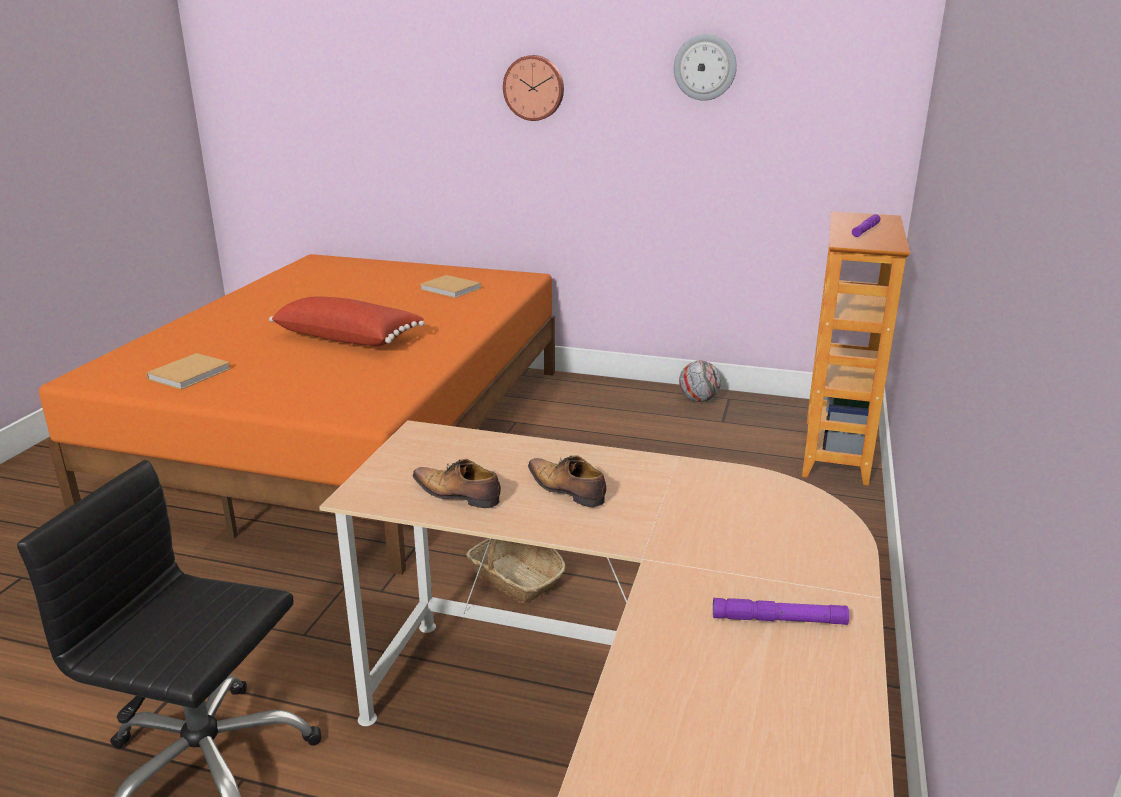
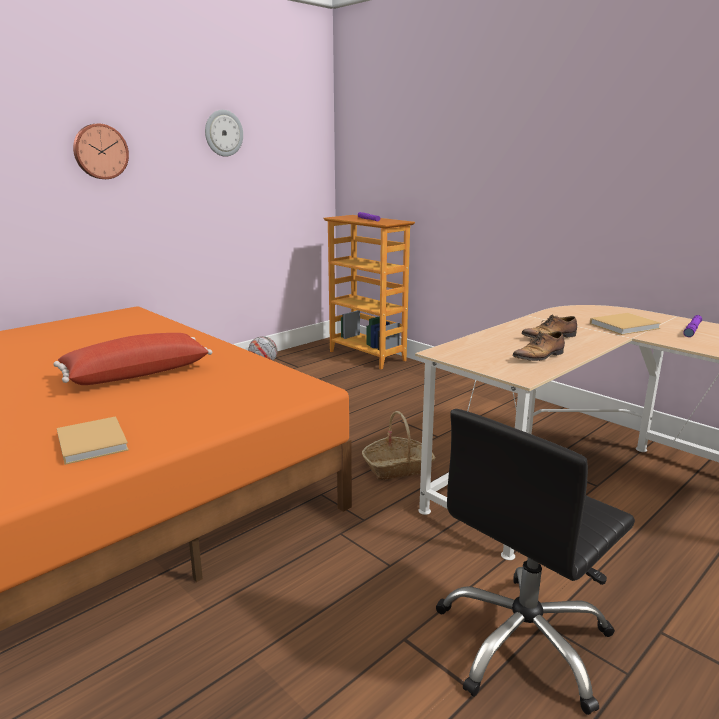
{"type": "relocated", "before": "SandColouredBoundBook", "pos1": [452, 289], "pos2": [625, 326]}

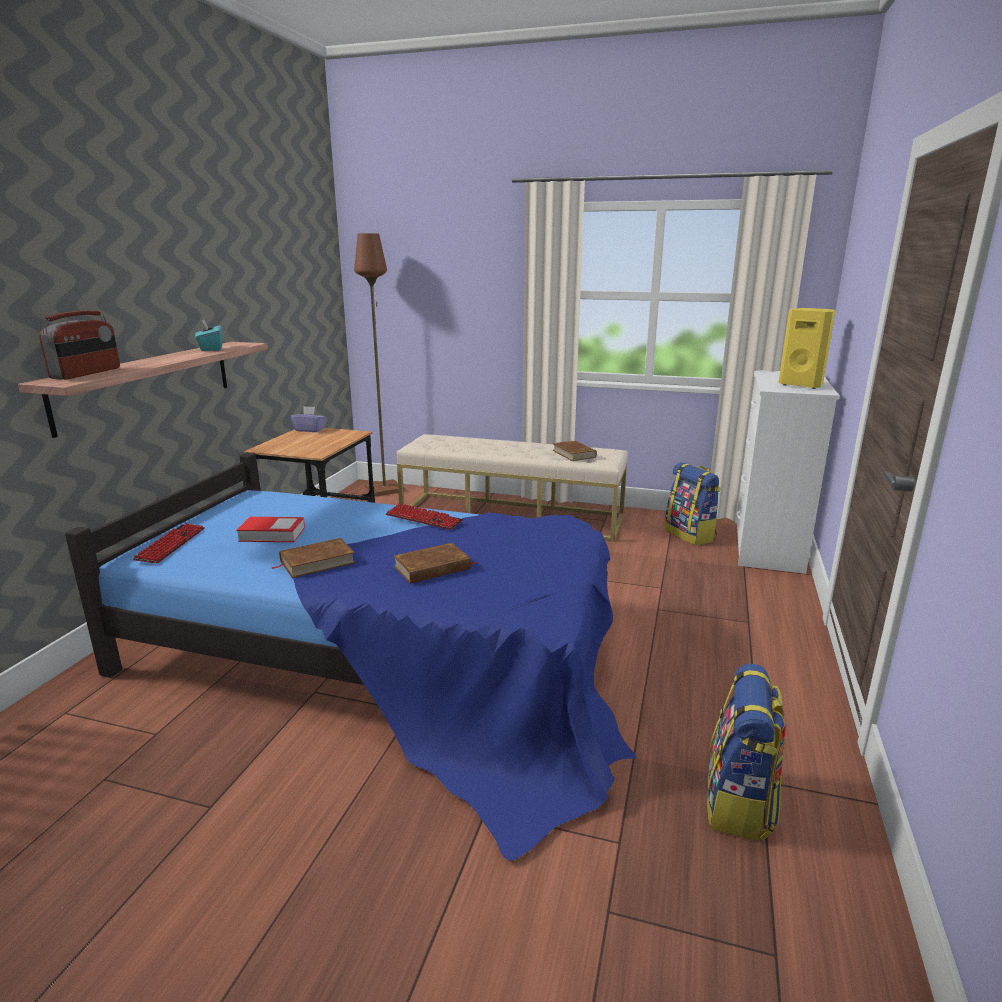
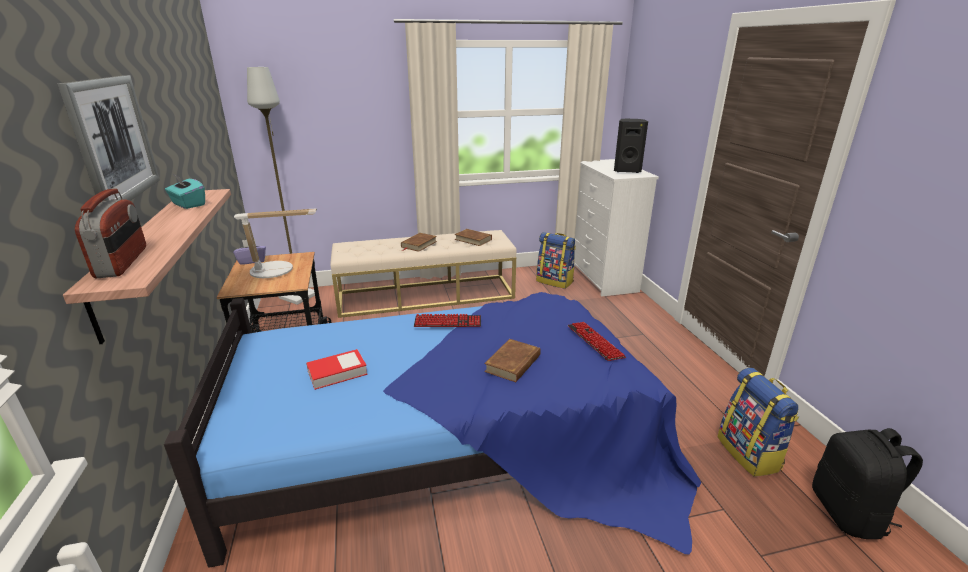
{"type": "colour", "before": "BrownishFloorLamp", "after": "GrayFloorLamp", "pos1": [385, 489], "pos2": [298, 296]}
{"type": "colour", "before": "YellowishLoudspeaker", "after": "BlackLoudspeaker", "pos1": [802, 385], "pos2": [626, 170]}
{"type": "relocated", "before": "ComputerKeyboard", "pos1": [171, 544], "pos2": [595, 342]}
{"type": "relocated", "before": "BrownishBoundBook", "pos1": [317, 562], "pos2": [419, 244]}
{"type": "appeared", "after": "WallPicture", "pos2": [113, 140]}
{"type": "appeared", "after": "LampForATable", "pos2": [277, 271]}
{"type": "appeared", "after": "BlackKnapsack", "pos2": [849, 514]}

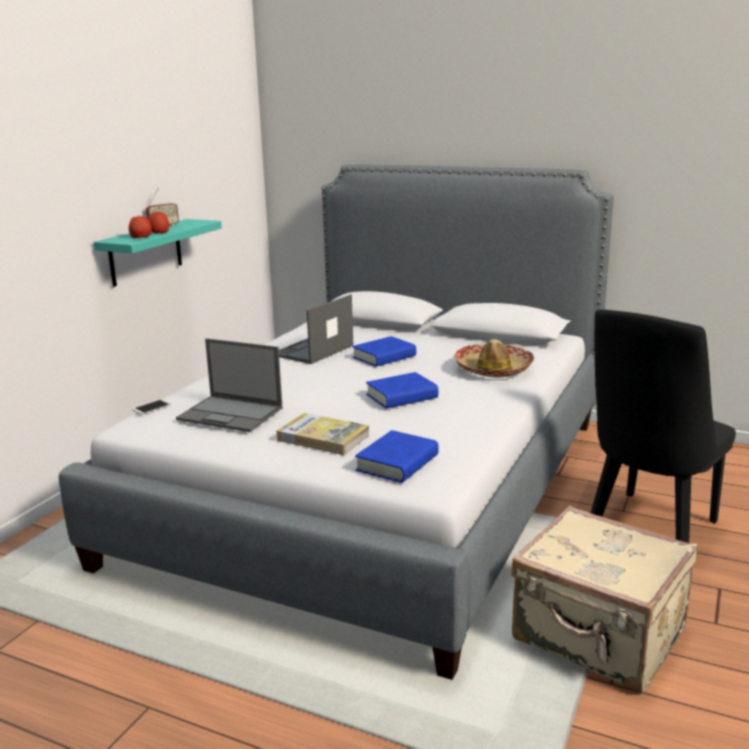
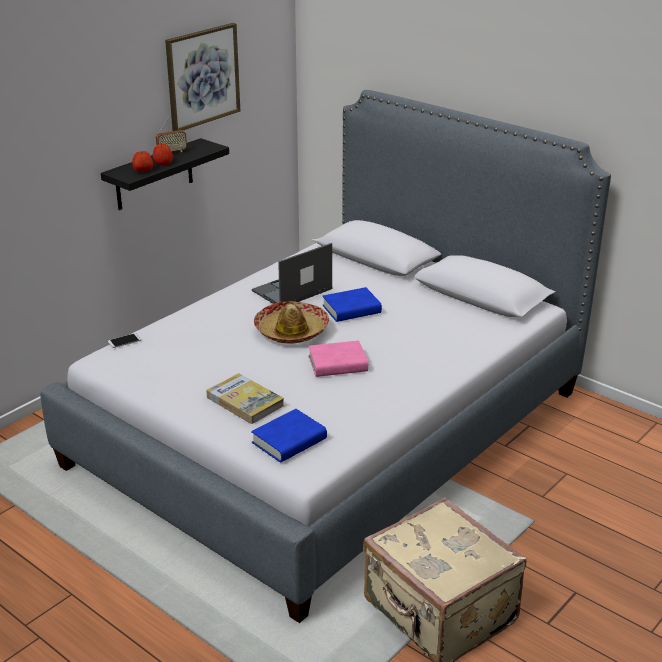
{"type": "colour", "before": "TurquoiseColouredBracketShelf", "after": "BlackBracketShelf", "pos1": [145, 252], "pos2": [154, 175]}
{"type": "missing", "before": "BlackUprightChair", "pos1": [648, 529]}
{"type": "missing", "before": "PortableComputer", "pos1": [231, 414]}
{"type": "relocated", "before": "ClothingHat", "pos1": [493, 369], "pos2": [291, 331]}
{"type": "colour", "before": "BluishBoundBook", "after": "PinkColouredBoundBook", "pos1": [401, 396], "pos2": [337, 364]}
{"type": "appeared", "after": "WallPicture", "pos2": [202, 76]}

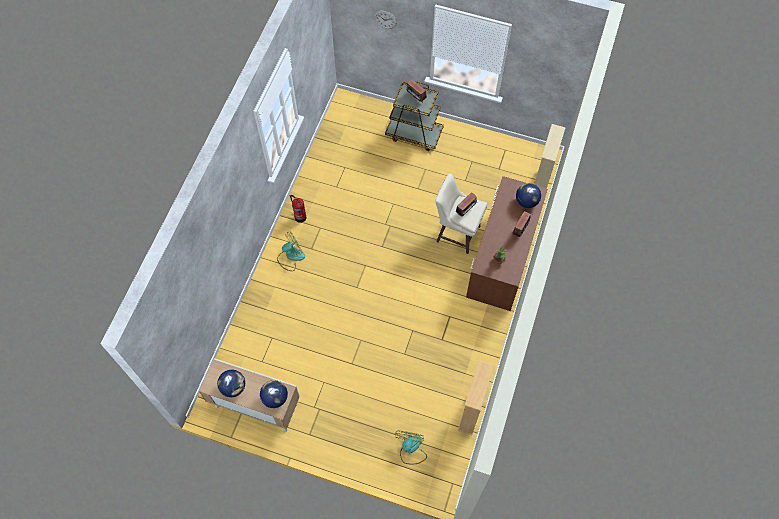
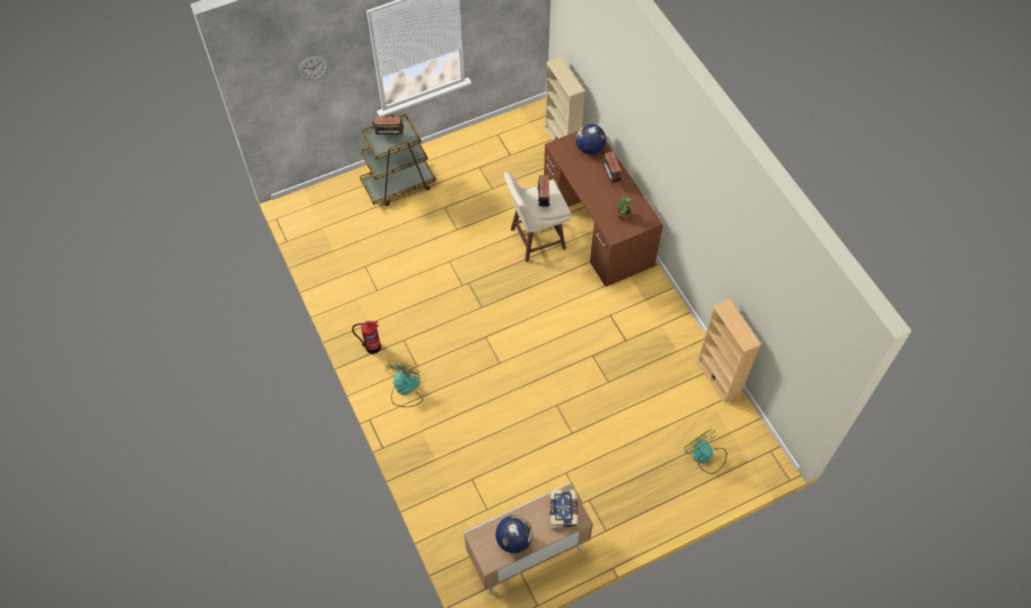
{"type": "exchanged", "before": "WorldGlobe", "after": "BoundBook", "pos1": [275, 398], "pos2": [563, 511]}

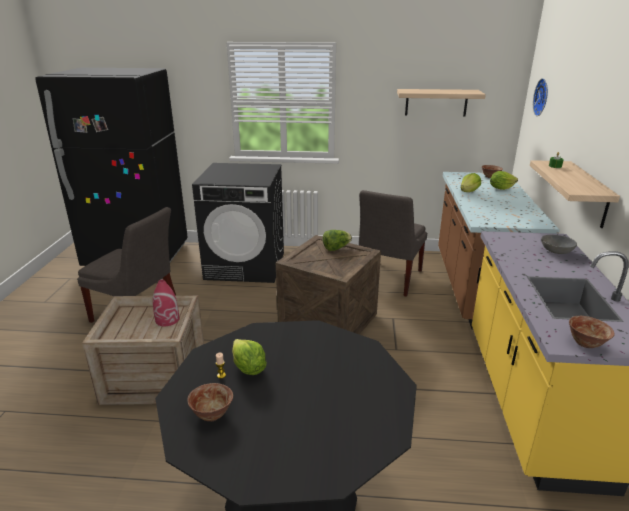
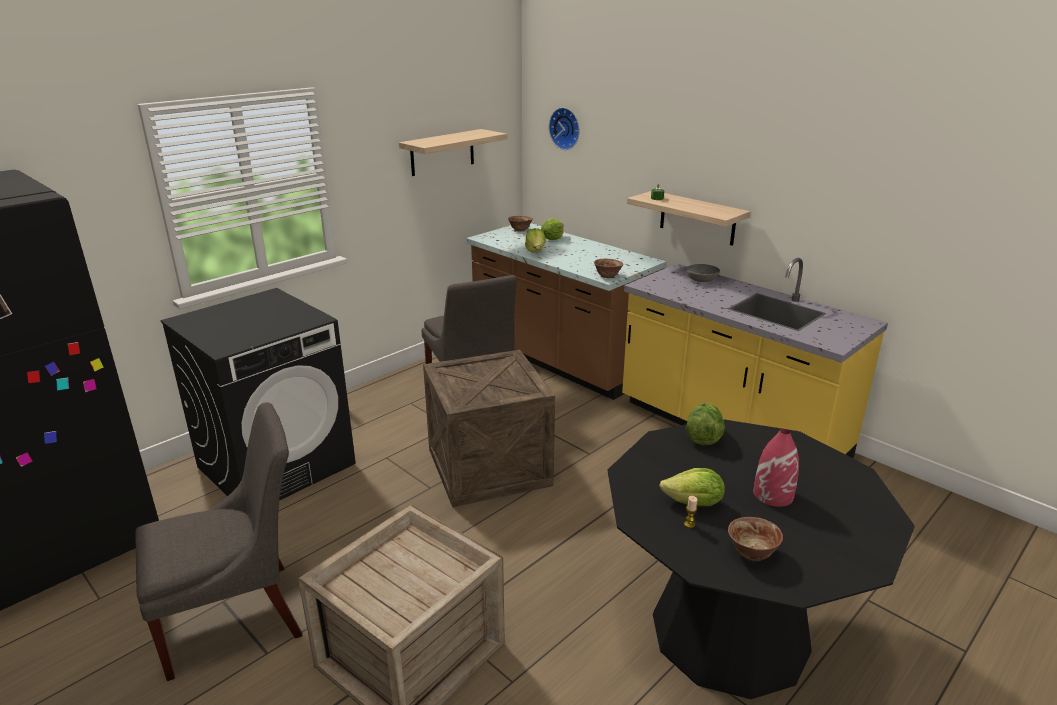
{"type": "relocated", "before": "HeadOfLettuce", "pos1": [336, 248], "pos2": [703, 436]}
{"type": "relocated", "before": "RedColouredFlowerVase", "pos1": [167, 320], "pos2": [773, 494]}
{"type": "relocated", "before": "Bowl", "pos1": [585, 343], "pos2": [607, 276]}

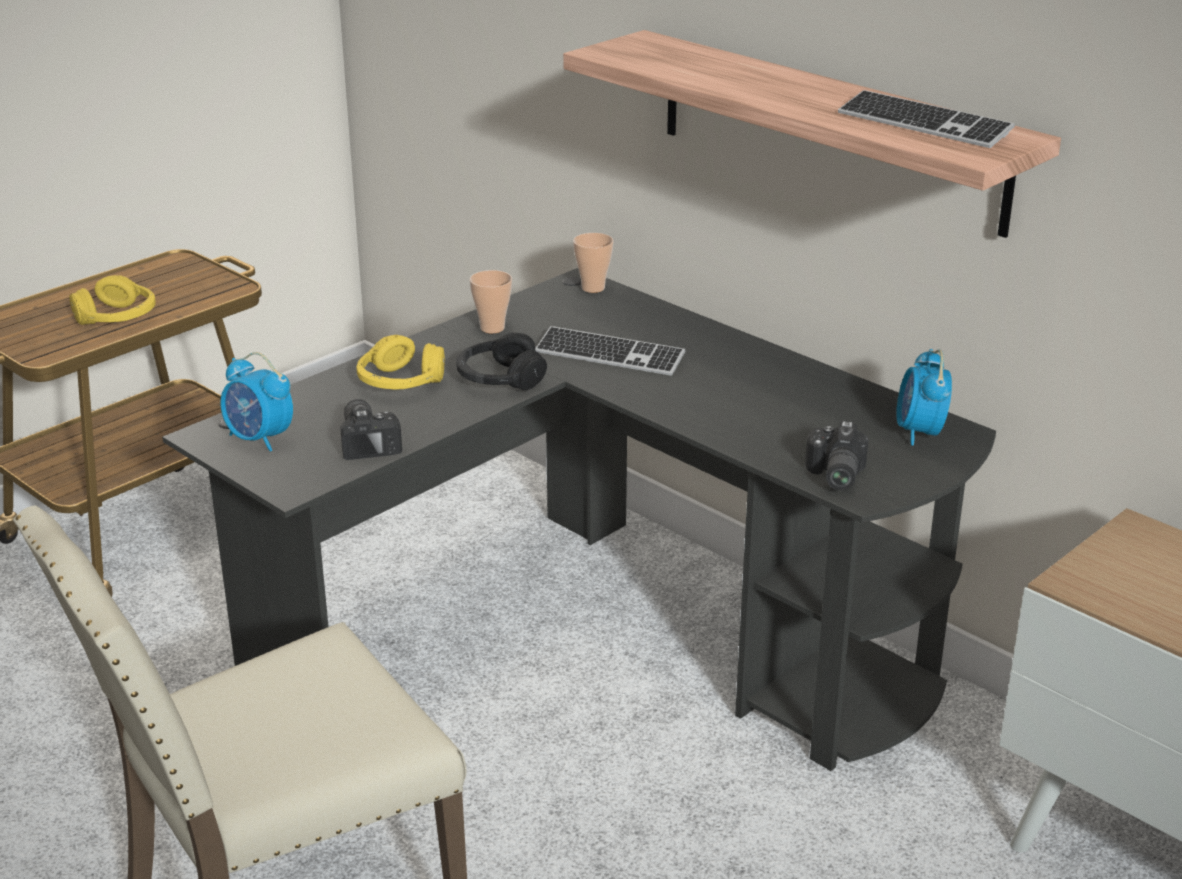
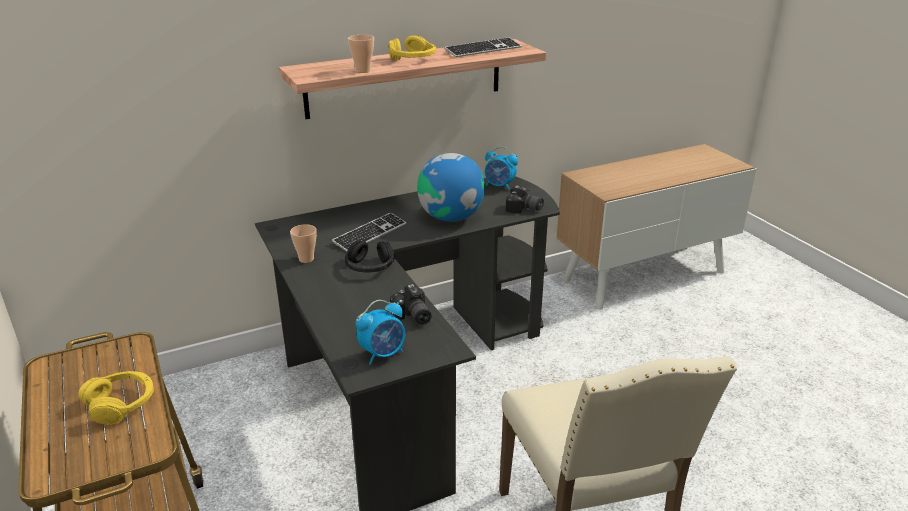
{"type": "relocated", "before": "Cup", "pos1": [593, 288], "pos2": [363, 71]}
{"type": "relocated", "before": "YellowishHeadphones", "pos1": [400, 382], "pos2": [413, 59]}
{"type": "spun", "before": "StillCamera", "pos1": [370, 441], "pos2": [412, 316], "turn": -120}
{"type": "appeared", "after": "WorldGlobe", "pos2": [451, 217]}

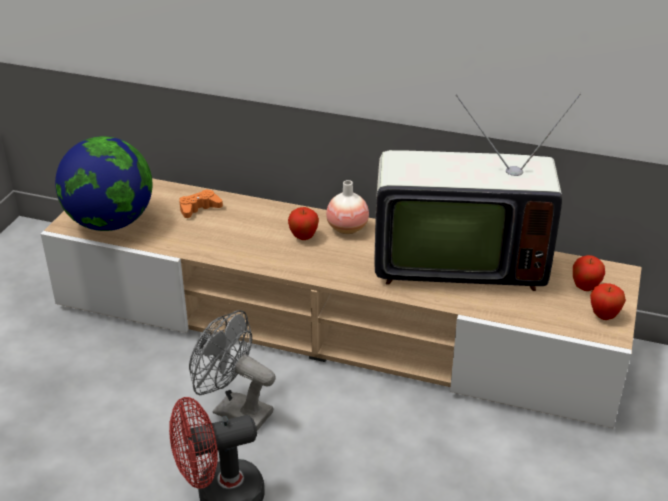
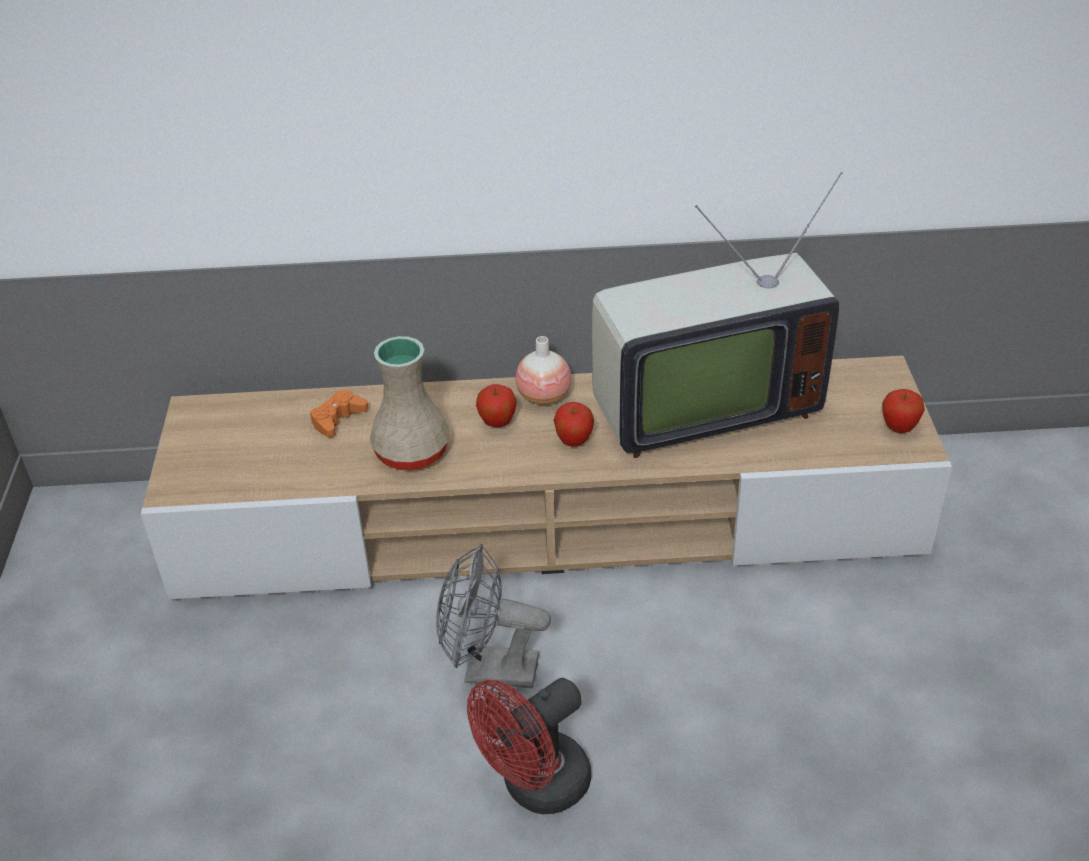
{"type": "missing", "before": "WorldGlobe", "pos1": [110, 223]}
{"type": "relocated", "before": "WholeApple", "pos1": [585, 288], "pos2": [574, 442]}
{"type": "appeared", "after": "SandColouredFlowerVase", "pos2": [412, 451]}

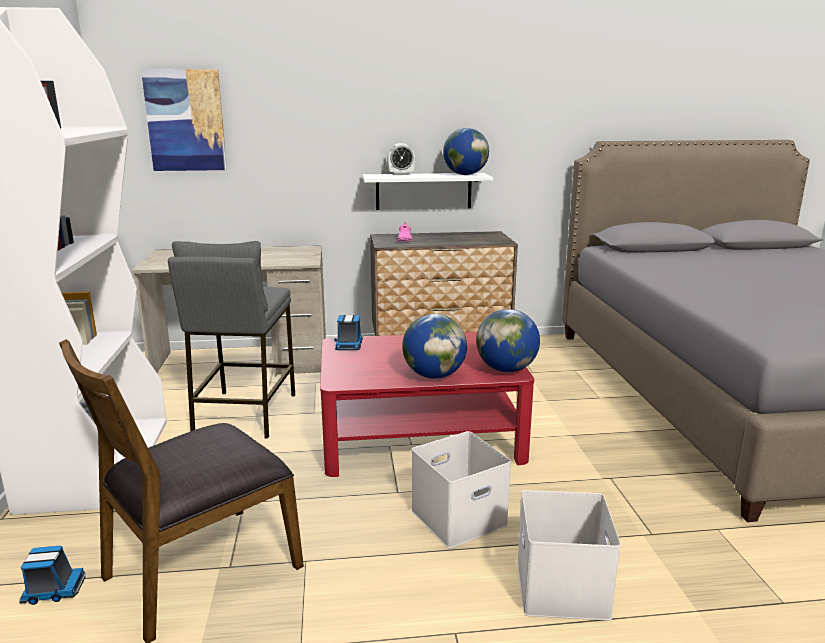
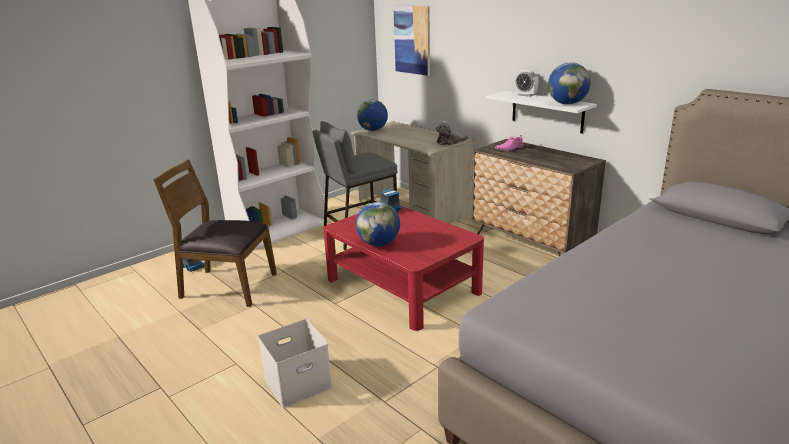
{"type": "relocated", "before": "WorldGlobe", "pos1": [506, 369], "pos2": [373, 130]}
{"type": "missing", "before": "WhiteColouredStorageContainer", "pos1": [459, 516]}
{"type": "appeared", "after": "PlushToy", "pos2": [449, 142]}

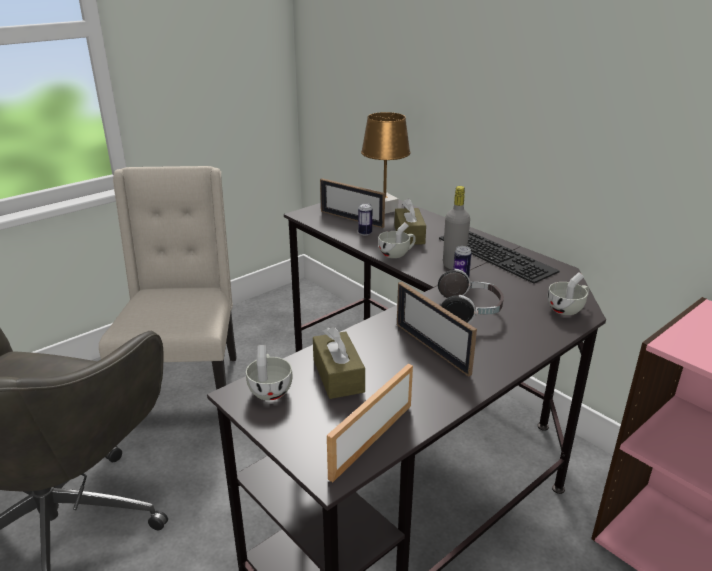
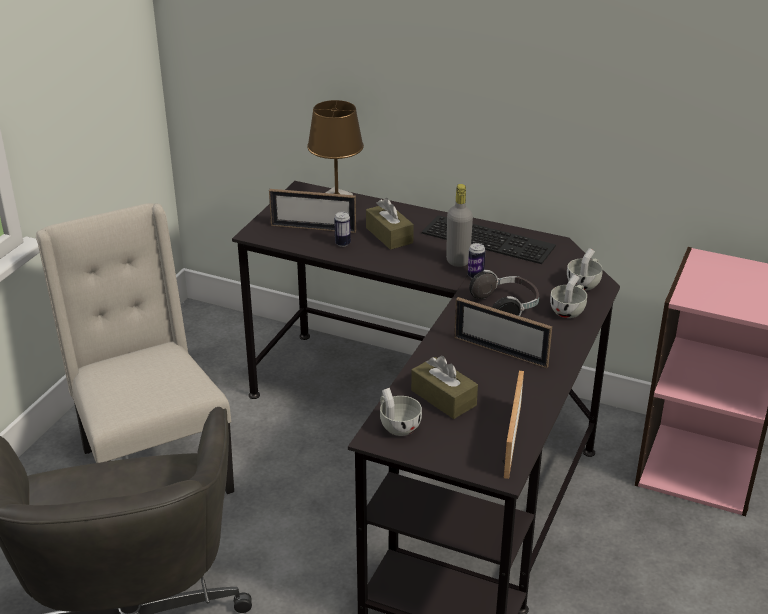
{"type": "relocated", "before": "WhiteColouredCup", "pos1": [397, 254], "pos2": [569, 310]}

